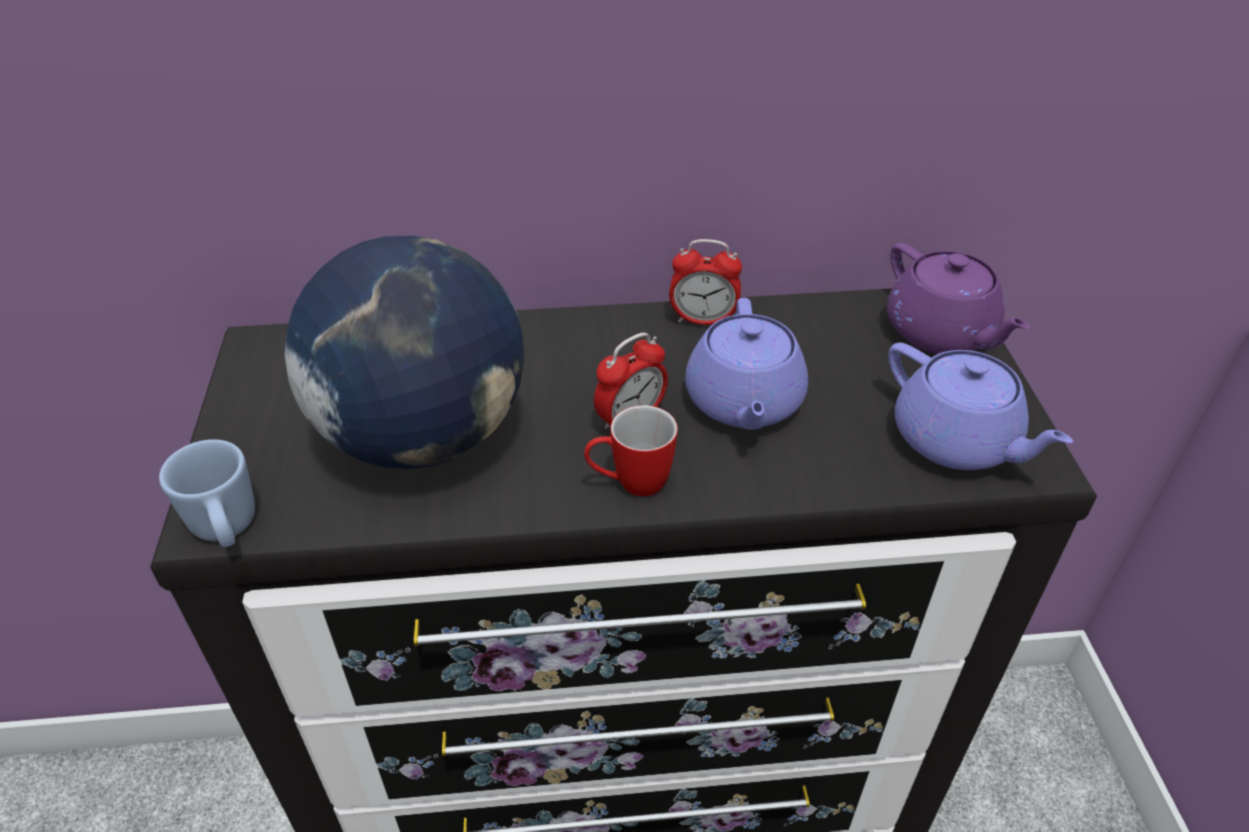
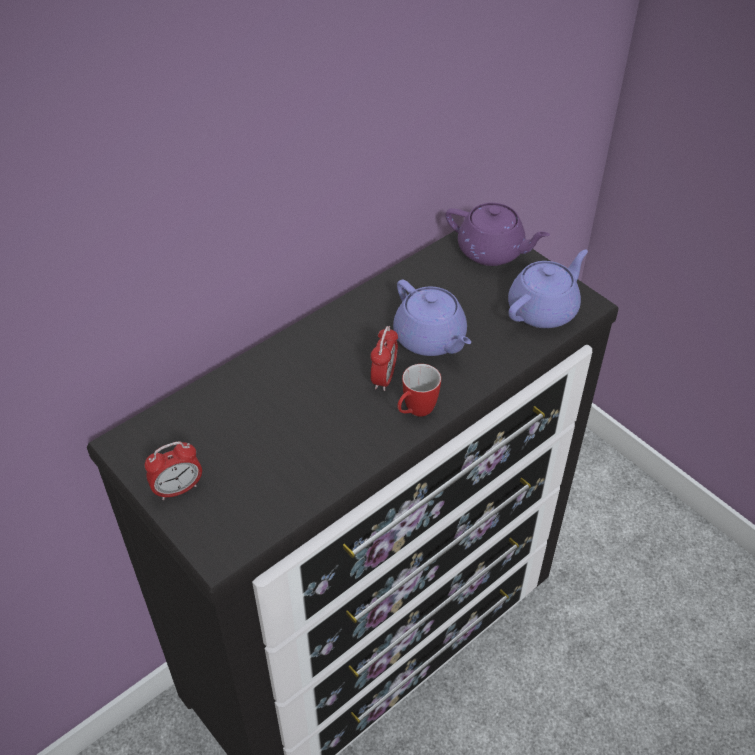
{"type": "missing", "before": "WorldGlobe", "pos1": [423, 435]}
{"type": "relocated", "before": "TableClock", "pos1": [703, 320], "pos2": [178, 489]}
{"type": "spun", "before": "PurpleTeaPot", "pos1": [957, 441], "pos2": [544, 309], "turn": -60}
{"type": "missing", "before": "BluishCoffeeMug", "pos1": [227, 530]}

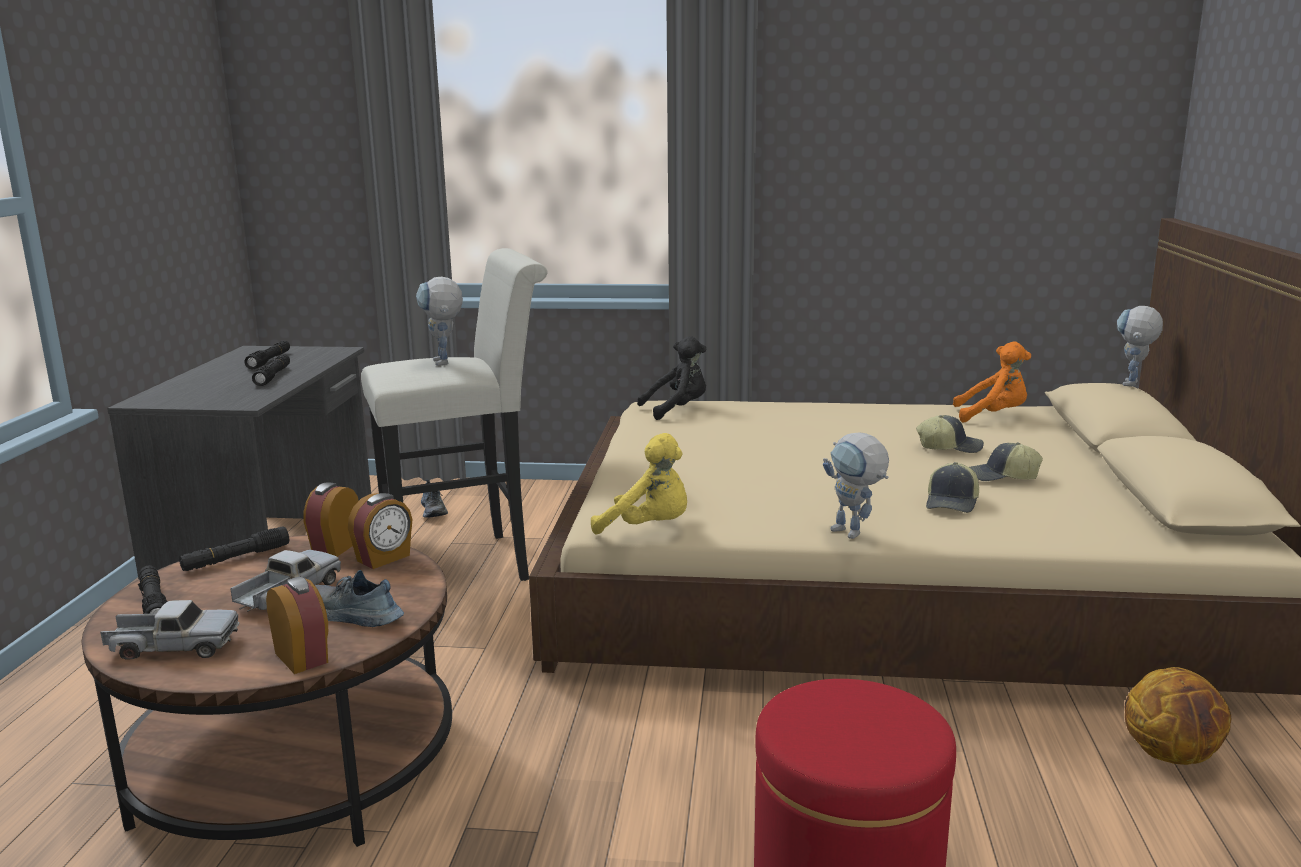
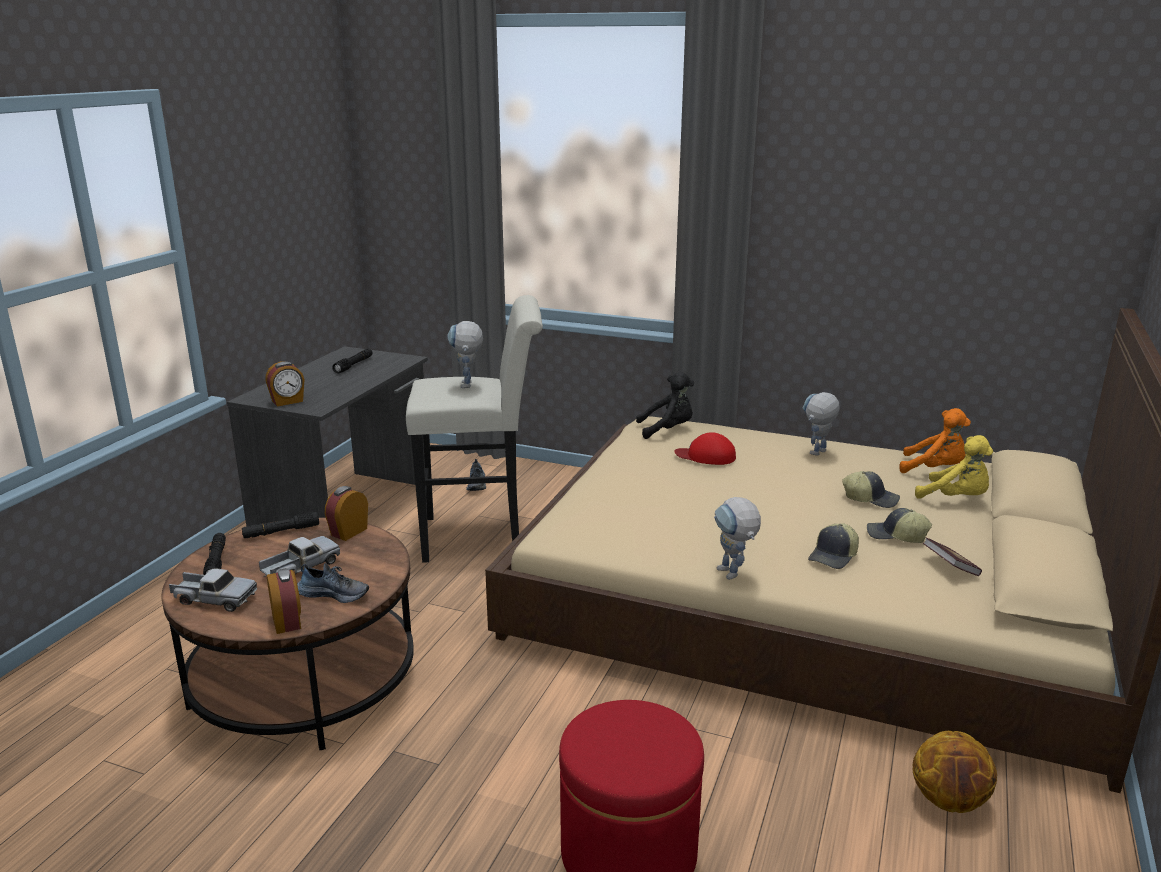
{"type": "relocated", "before": "ToyRobot", "pos1": [1132, 385], "pos2": [816, 454]}
{"type": "missing", "before": "BlackFlashlight", "pos1": [273, 376]}
{"type": "relocated", "before": "YellowishPlushToy", "pos1": [649, 528], "pos2": [956, 498]}
{"type": "relocated", "before": "TableClock", "pos1": [384, 558], "pos2": [287, 401]}
{"type": "spun", "before": "ItemOfFootwear", "pos1": [354, 616], "pos2": [334, 594], "turn": 150}
{"type": "appeared", "after": "RedColouredCap", "pos2": [706, 456]}
{"type": "appeared", "after": "BoundBook", "pos2": [950, 567]}

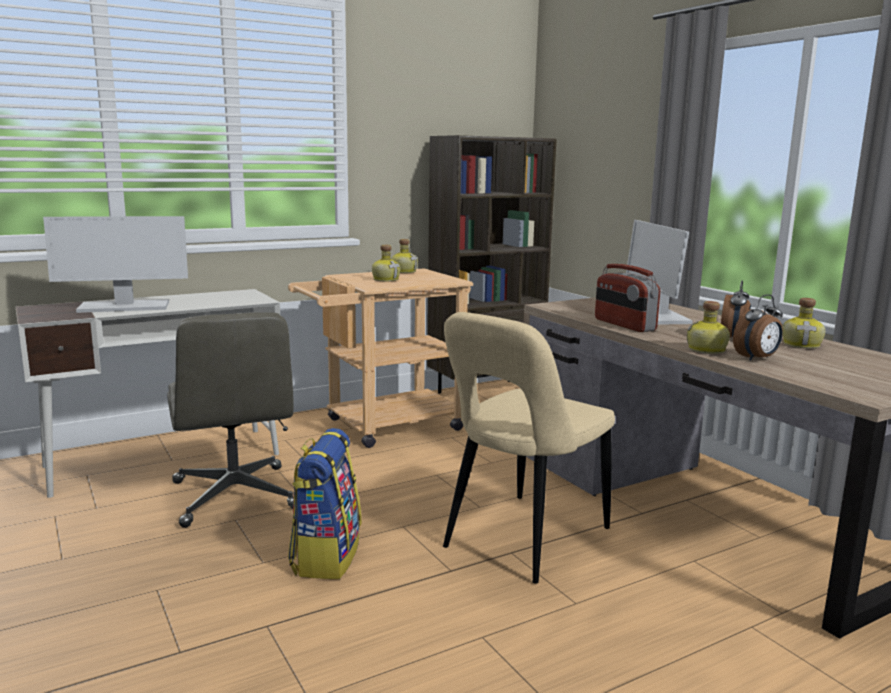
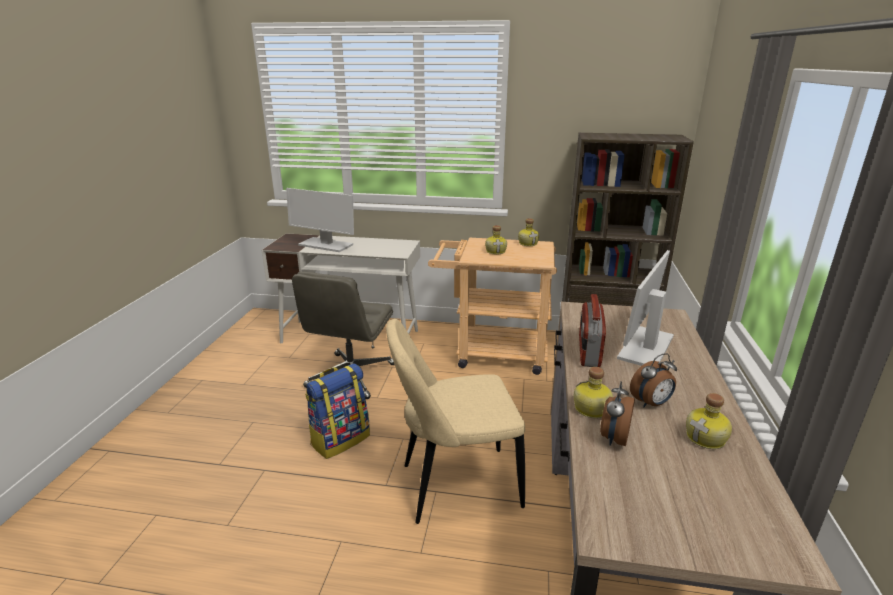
{"type": "spun", "before": "TableClock", "pos1": [757, 358], "pos2": [613, 438], "turn": 105}

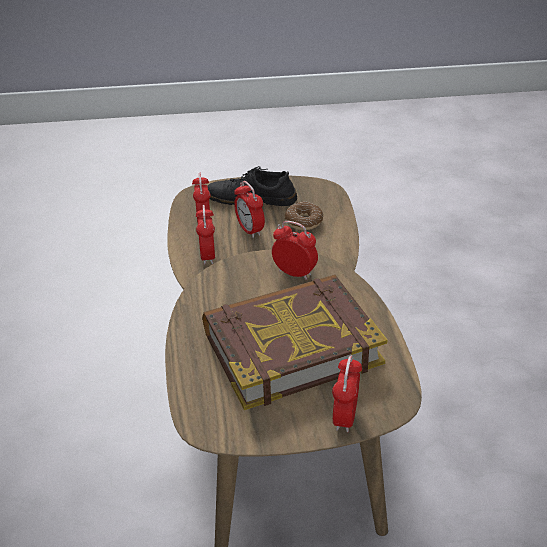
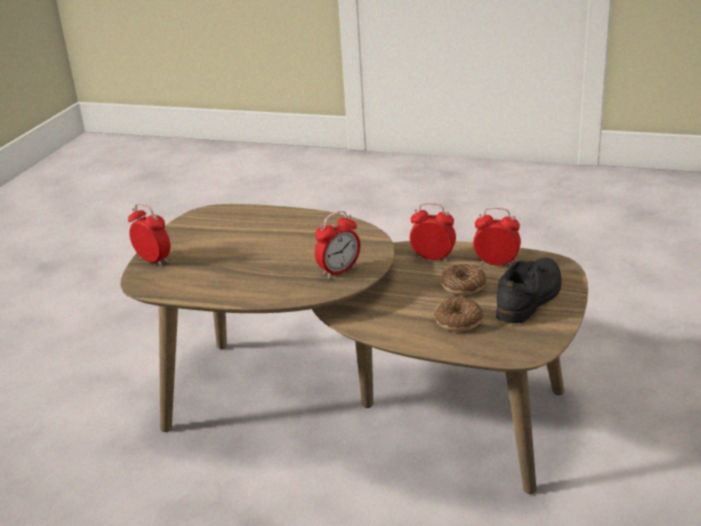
{"type": "exchanged", "before": "TableClock", "after": "Donut", "pos1": [250, 230], "pos2": [463, 286]}
{"type": "missing", "before": "BoundBook", "pos1": [291, 346]}

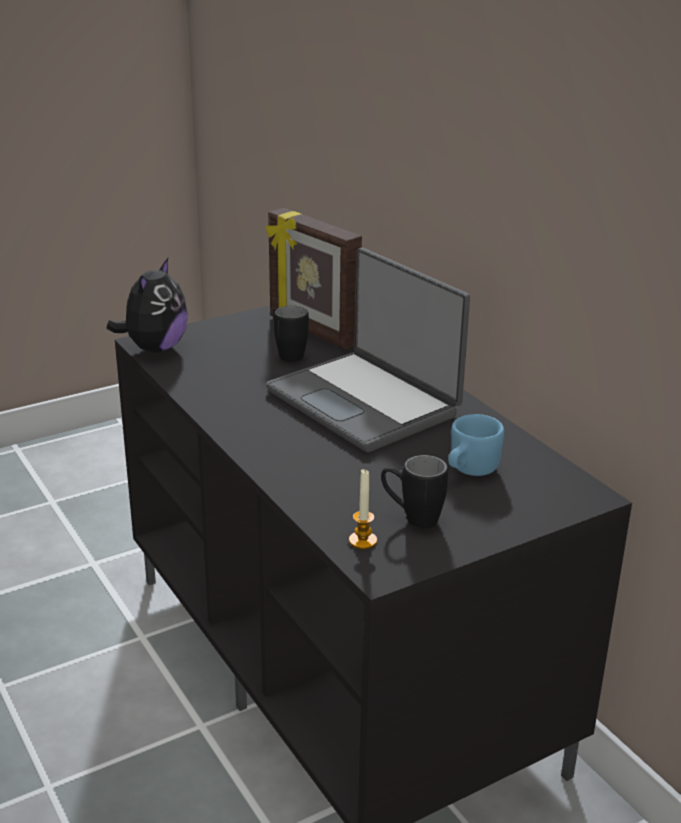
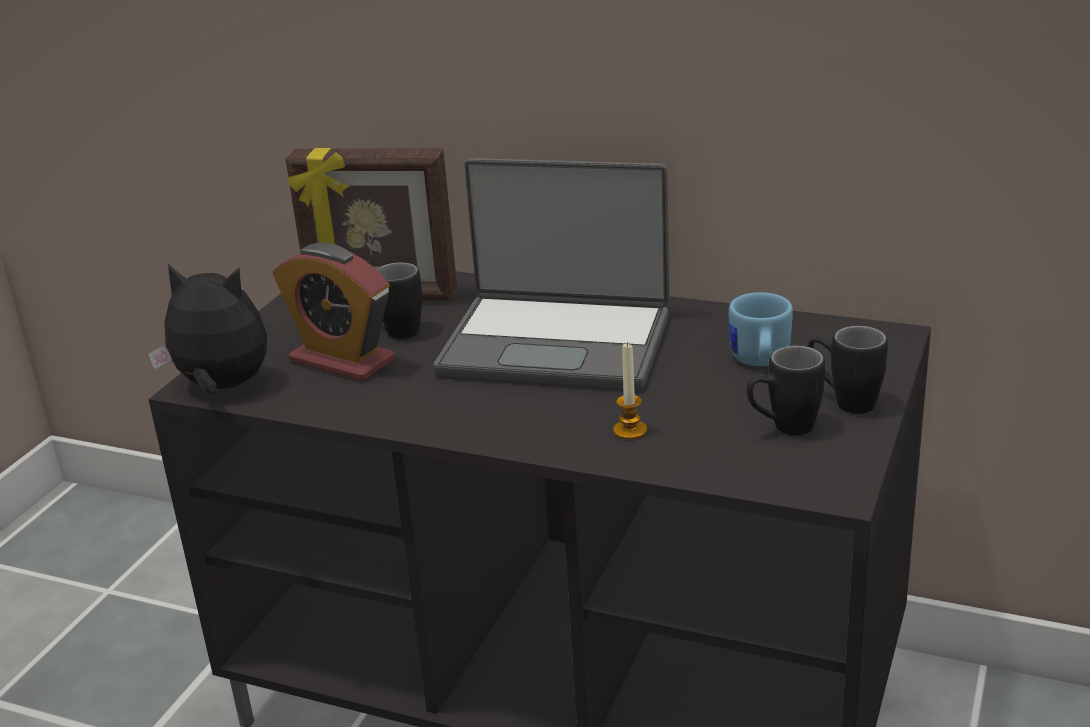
{"type": "spun", "before": "PlushToy", "pos1": [154, 348], "pos2": [221, 387], "turn": -60}
{"type": "relocated", "before": "Candle", "pos1": [363, 541], "pos2": [630, 430]}
{"type": "appeared", "after": "TableClock", "pos2": [342, 360]}
{"type": "appeared", "after": "BlackCoffeeMug", "pos2": [843, 401]}

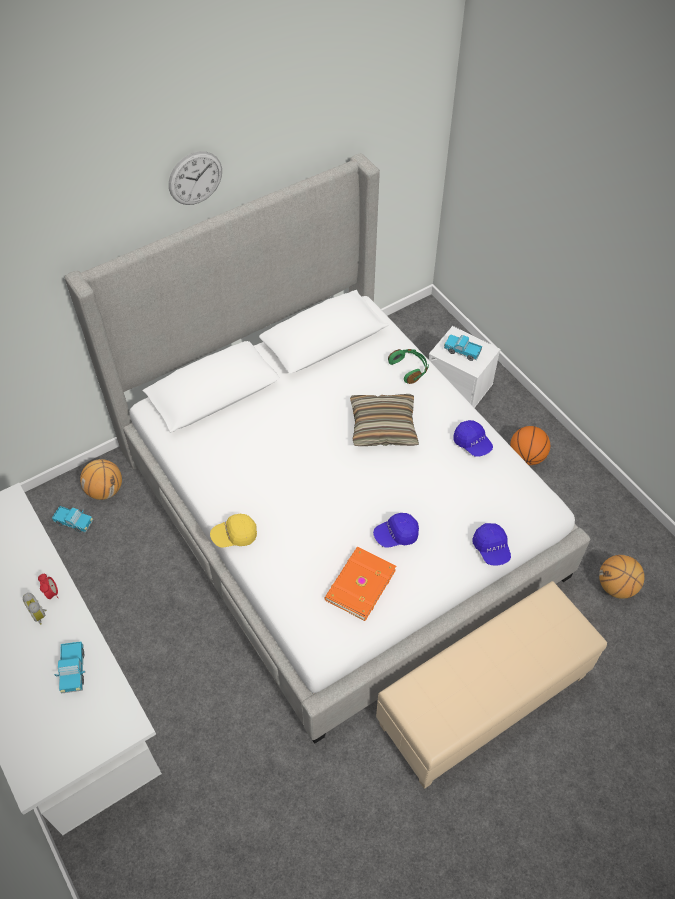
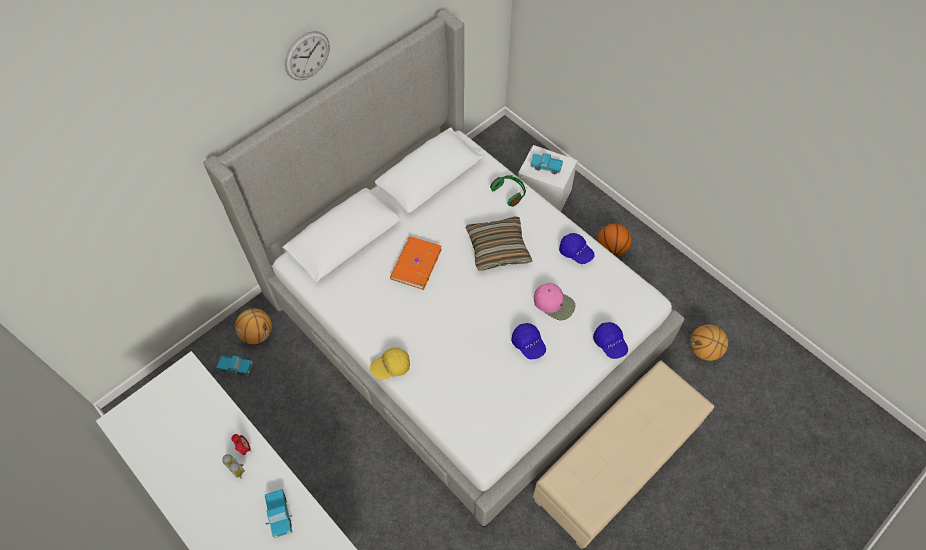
{"type": "spun", "before": "BluishCap", "pos1": [396, 535], "pos2": [528, 344], "turn": -90}
{"type": "relocated", "before": "OrangeBoundBook", "pos1": [359, 584], "pos2": [415, 264]}
{"type": "appeared", "after": "PinkColouredCap", "pos2": [554, 303]}

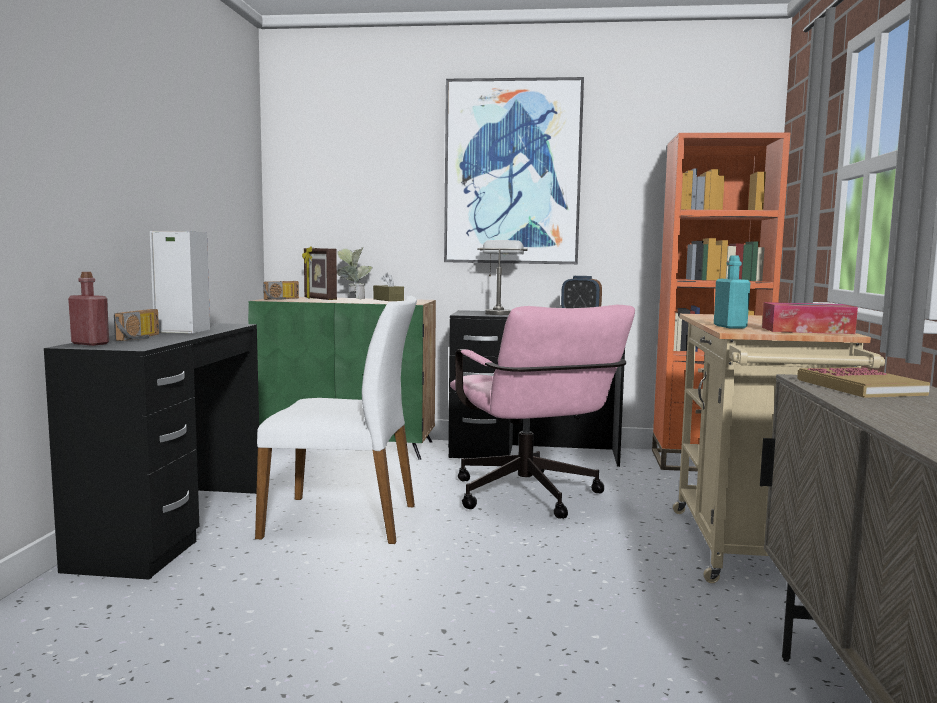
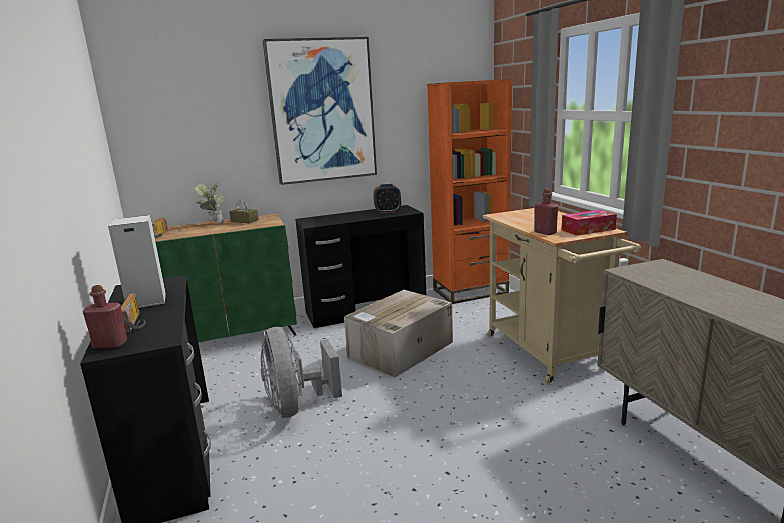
{"type": "missing", "before": "GrayLampForATable", "pos1": [499, 313]}
{"type": "missing", "before": "StandingFrame", "pos1": [319, 299]}
{"type": "colour", "before": "TurquoiseColouredDrinkBottle", "after": "RedColouredDrinkBottle", "pos1": [730, 327], "pos2": [545, 232]}
{"type": "exchanged", "before": "WhiteColouredUprightChair", "after": "GrayFan", "pos1": [343, 520], "pos2": [297, 406]}
{"type": "exchanged", "before": "PinkColouredOfficeChair", "after": "PackingBox", "pos1": [531, 499], "pos2": [400, 350]}
{"type": "missing", "before": "BoundBook", "pos1": [859, 387]}

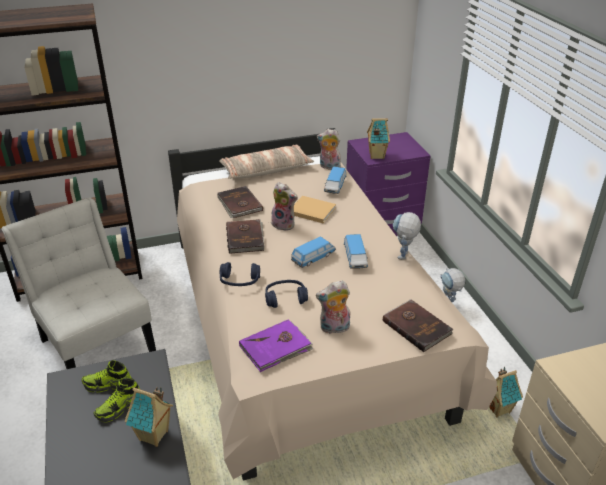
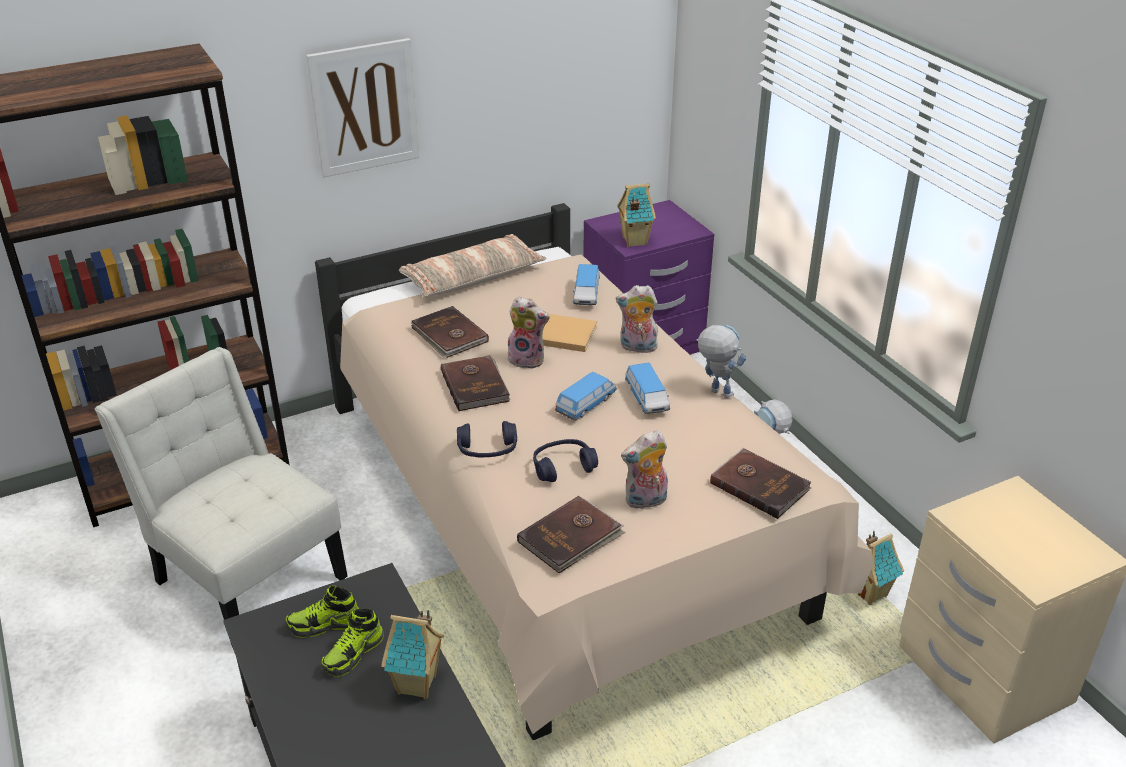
{"type": "relocated", "before": "PlushToy", "pos1": [329, 167], "pos2": [637, 348]}
{"type": "spun", "before": "ToyRobot", "pos1": [403, 258], "pos2": [715, 391], "turn": 120}
{"type": "colour", "before": "PurpleBoundBook", "after": "BrownishBoundBook", "pos1": [276, 348], "pos2": [571, 537]}
{"type": "appeared", "after": "WallPicture", "pos2": [364, 107]}

